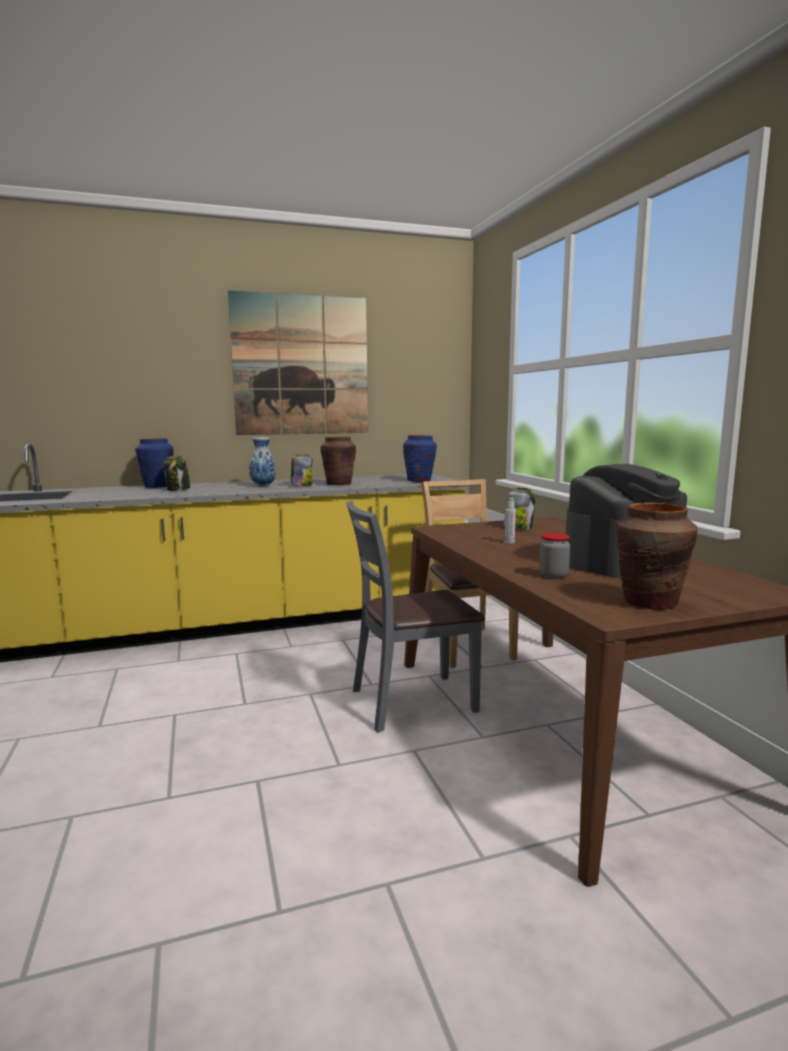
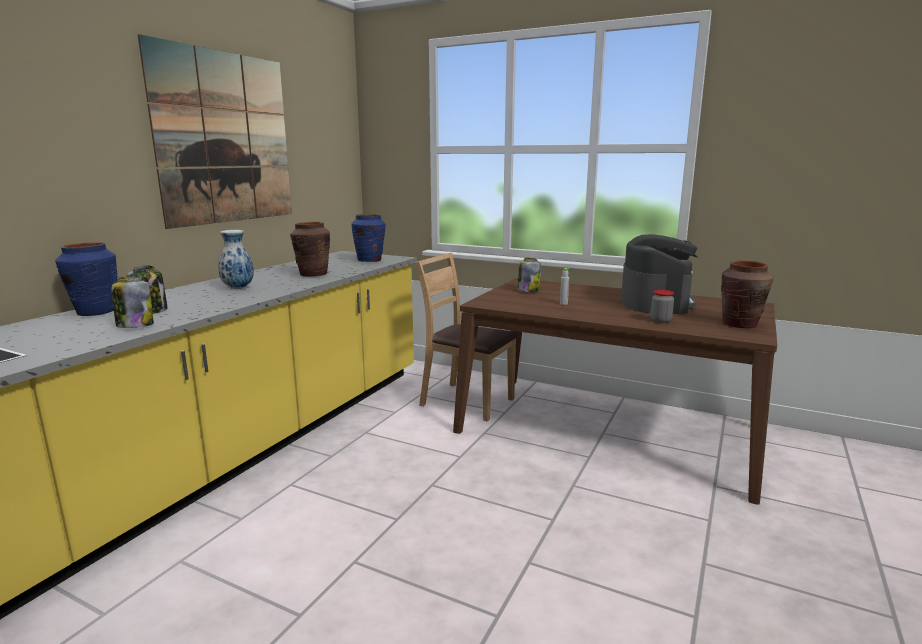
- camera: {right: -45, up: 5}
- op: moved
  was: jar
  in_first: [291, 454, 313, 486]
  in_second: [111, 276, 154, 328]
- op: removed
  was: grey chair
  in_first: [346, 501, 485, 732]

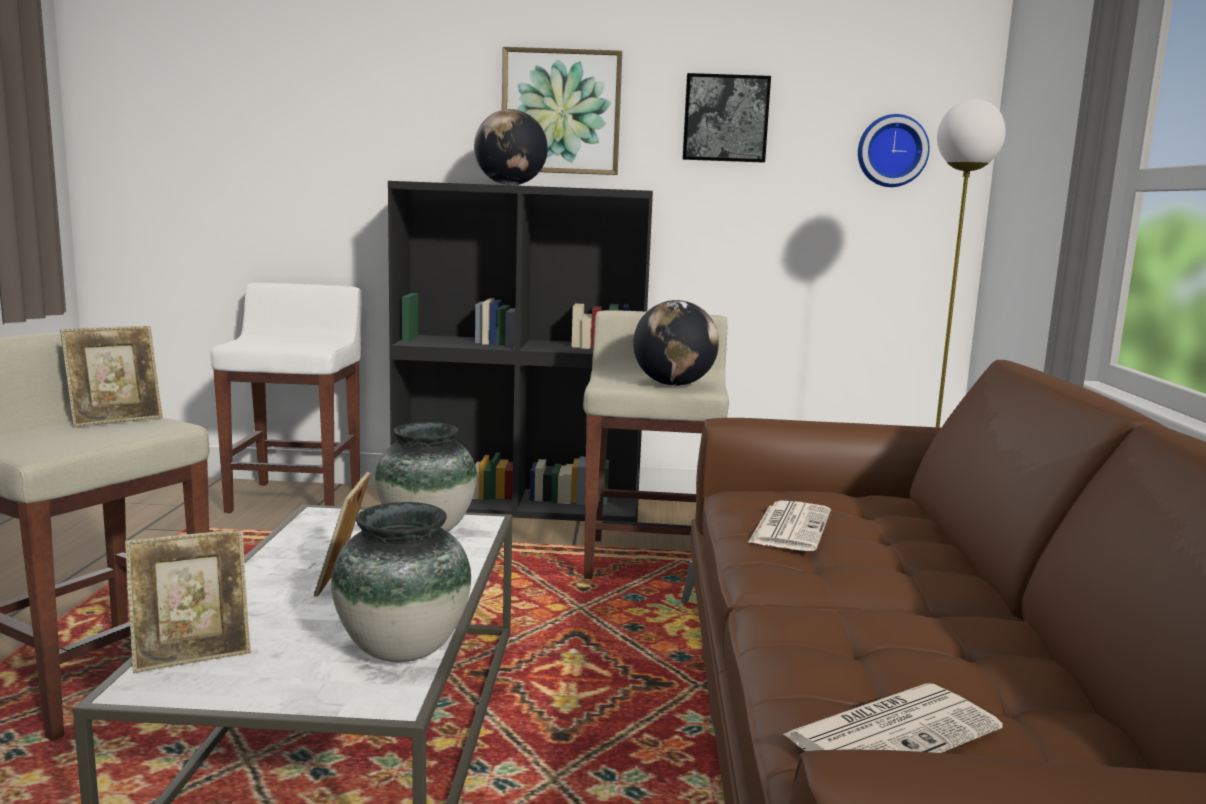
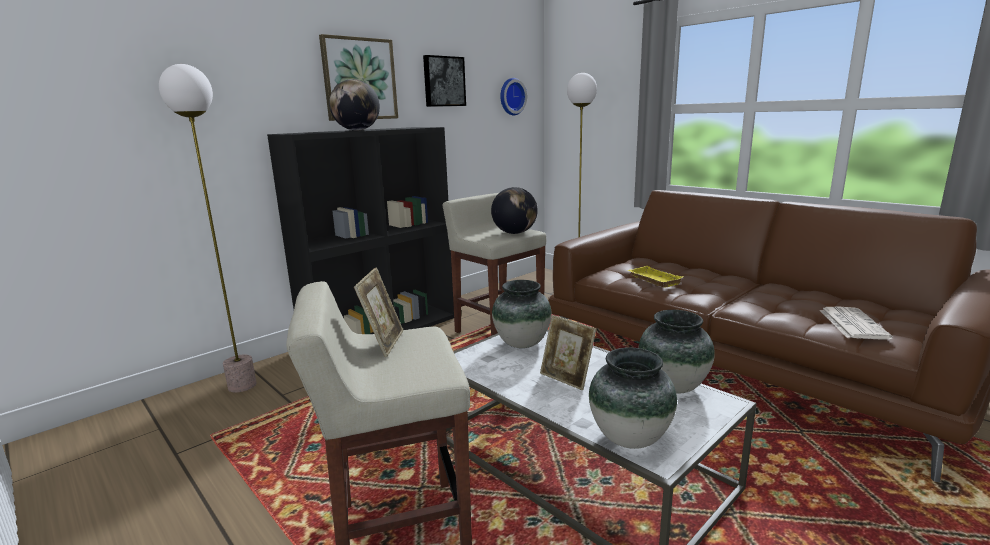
- camera: {right: -45, up: 5}
- op: replaced
  was: picture frame
  now: vase
  in_first: [125, 529, 251, 673]
  in_second: [589, 347, 677, 449]
- op: replaced
  was: white stool
  now: floor lamp
  in_first: [211, 283, 363, 513]
  in_second: [159, 64, 256, 392]
- op: replaced
  was: newspaper
  now: yellow tray
  in_first: [748, 500, 831, 551]
  in_second: [627, 266, 684, 288]

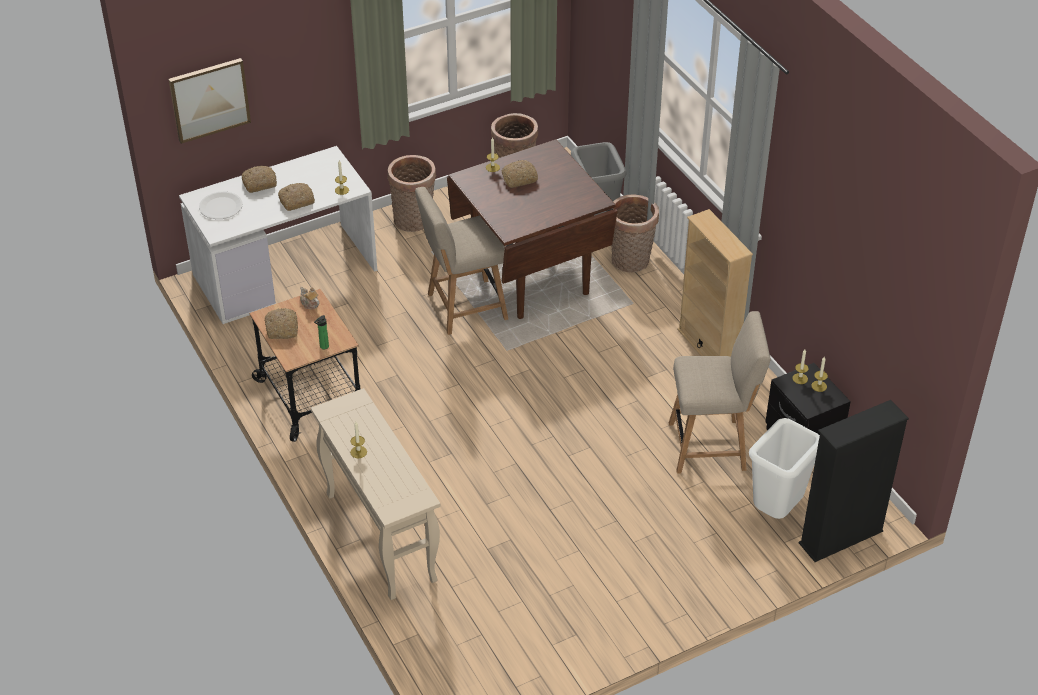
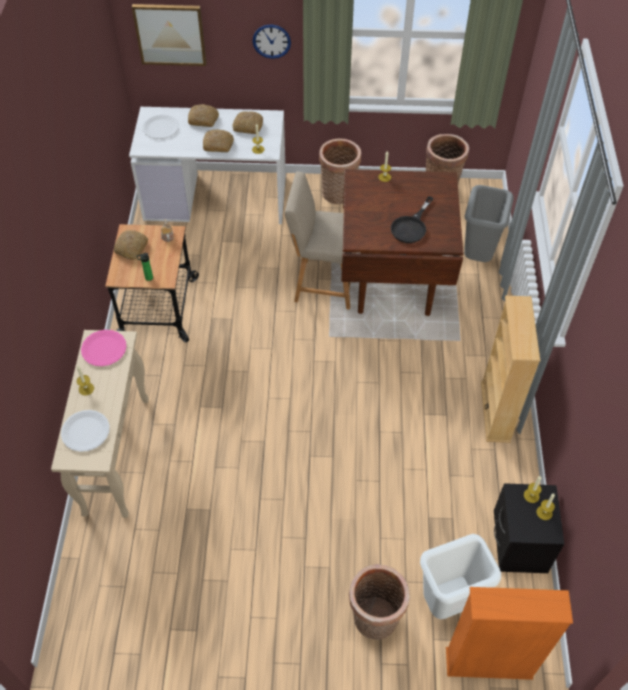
- camera: {right: 30, up: 10}
- op: moved
  was: bread
  in_first: [501, 160, 538, 188]
  in_second: [232, 111, 263, 134]
- op: moved
  was: basket
  in_first: [611, 194, 659, 272]
  in_second: [349, 564, 410, 640]
- op: removed
  was: beige chair
  in_first: [669, 311, 771, 474]
- op: recoloured
  was: black bookcase
  now: orange bookcase
  in_first: [799, 400, 909, 562]
  in_second: [446, 587, 573, 680]
- op: added
  now: white plate
  in_second: [61, 410, 110, 452]
- op: added
  now: pink plate
  in_second: [81, 330, 127, 366]
- op: added
  now: wall clock
  in_second: [253, 25, 291, 59]
- op: added
  now: black frying pan
  in_second: [391, 196, 434, 243]

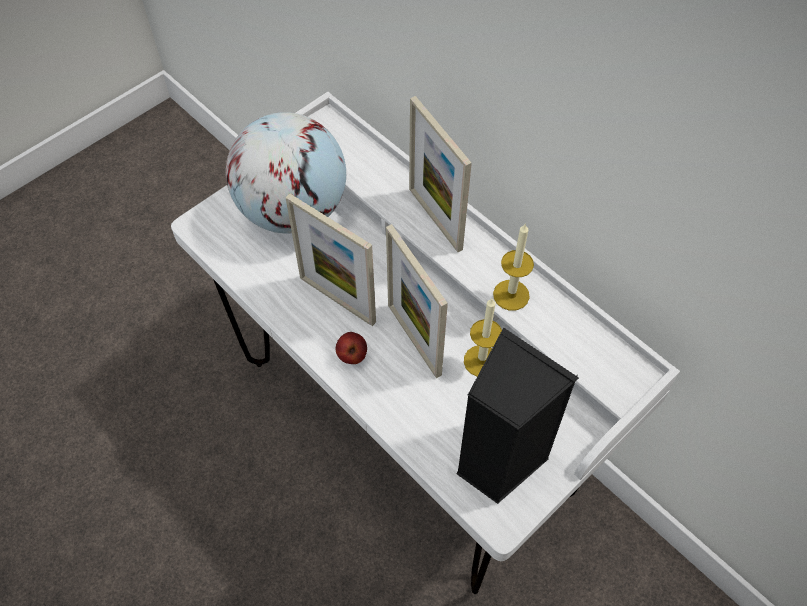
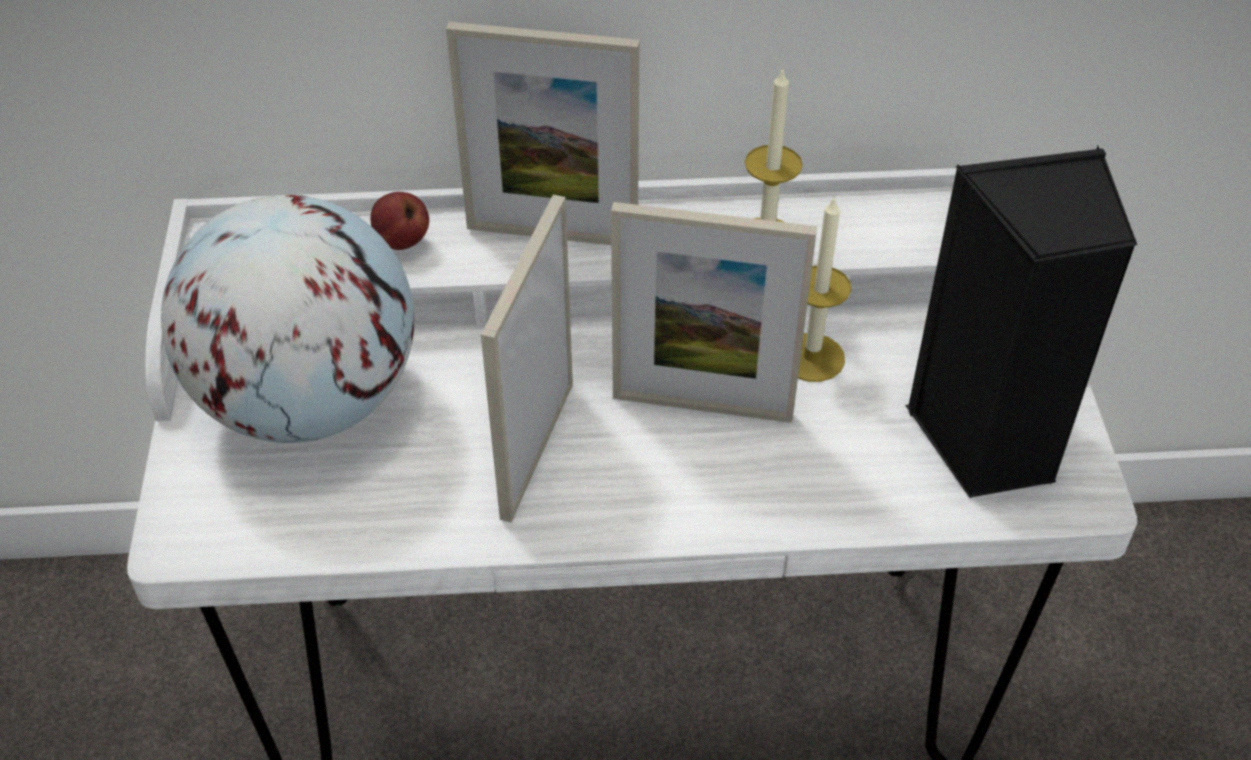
- camera: {right: -50, up: -10}
- op: turned
  was: picture frame
  in_first: [285, 194, 376, 326]
  in_second: [481, 195, 573, 523]
  clockwise: 120
- op: moved
  was: apple
  in_first: [335, 332, 367, 364]
  in_second: [371, 192, 429, 250]

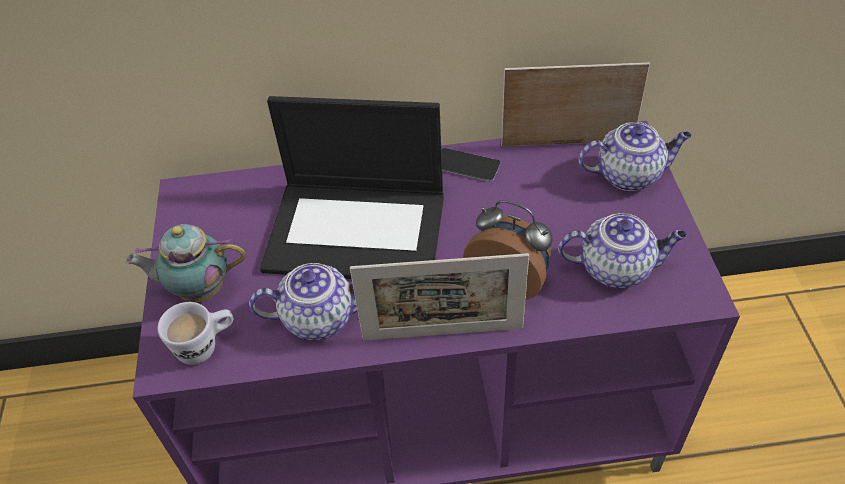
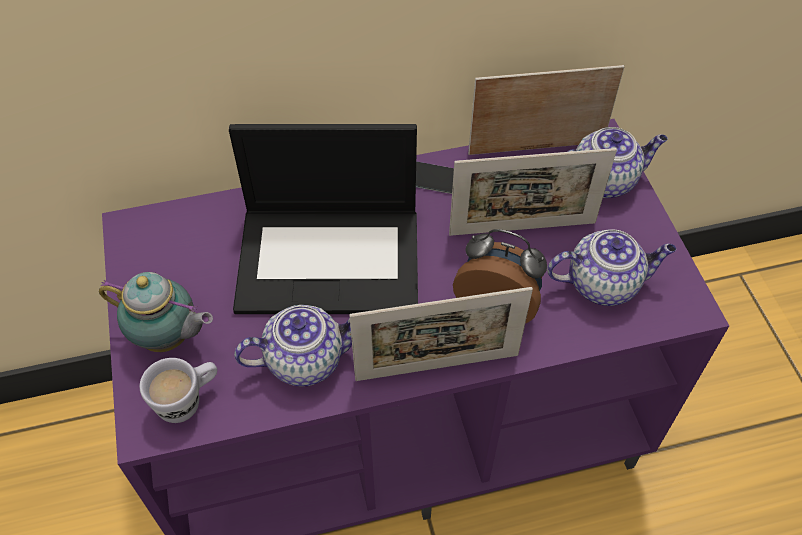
- camera: {right: -10, up: 5}
- op: turned
  was: teapot
  in_first: [126, 224, 246, 303]
  in_second: [99, 272, 213, 352]
  clockwise: -150
- op: added
  now: picture frame
  in_second: [449, 148, 617, 236]

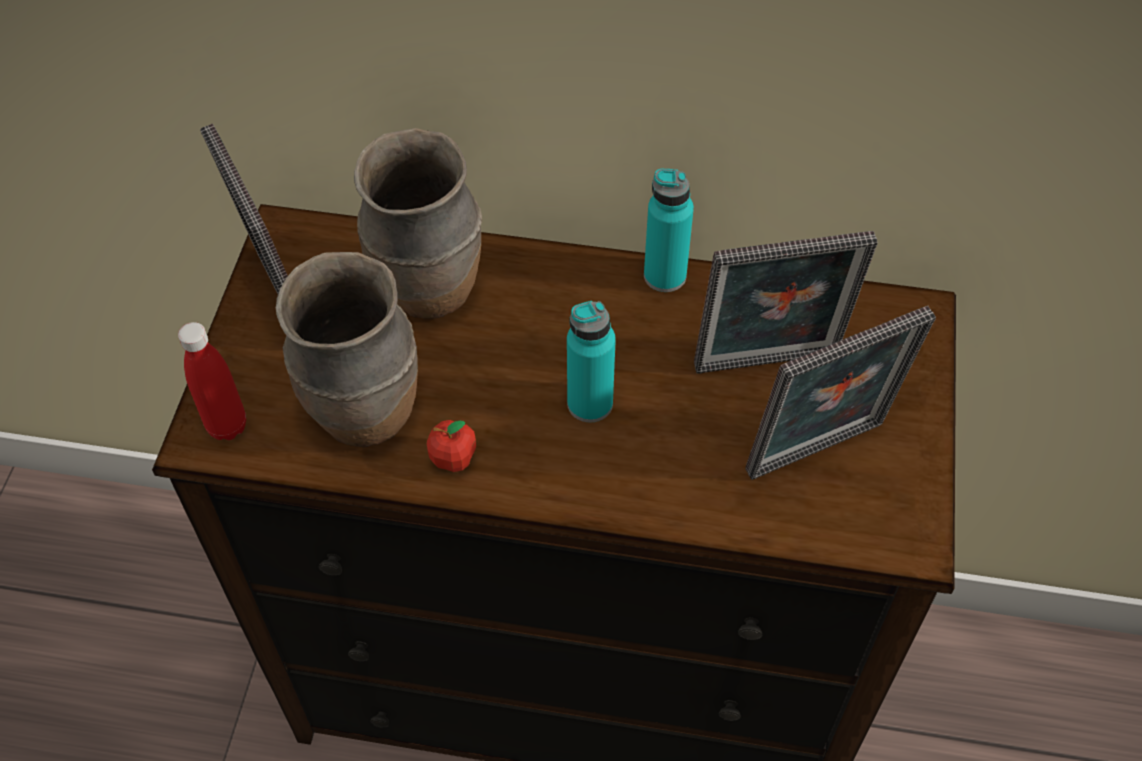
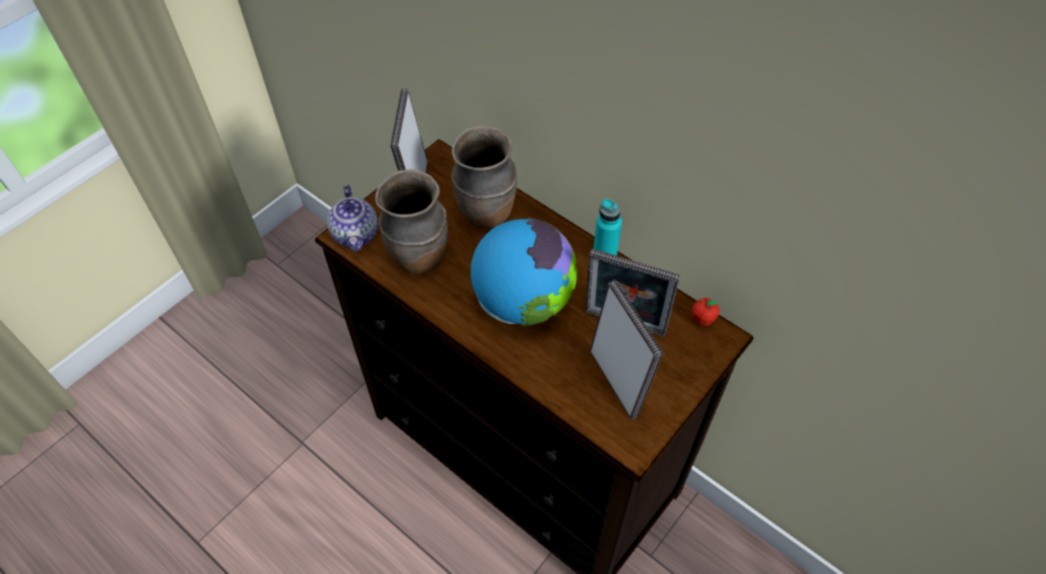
- camera: {right: 30, up: 0}
- op: replaced
  was: red bottle
  now: teapot
  in_first: [178, 322, 246, 440]
  in_second: [327, 184, 378, 252]
- op: moved
  was: apple
  in_first: [426, 420, 476, 472]
  in_second: [692, 298, 720, 326]
- op: replaced
  was: turquoise bottle
  now: globe
  in_first: [567, 301, 616, 423]
  in_second: [471, 218, 577, 326]
- op: turned
  was: picture frame
  in_first: [745, 306, 936, 480]
  in_second: [590, 280, 664, 420]
  clockwise: -120

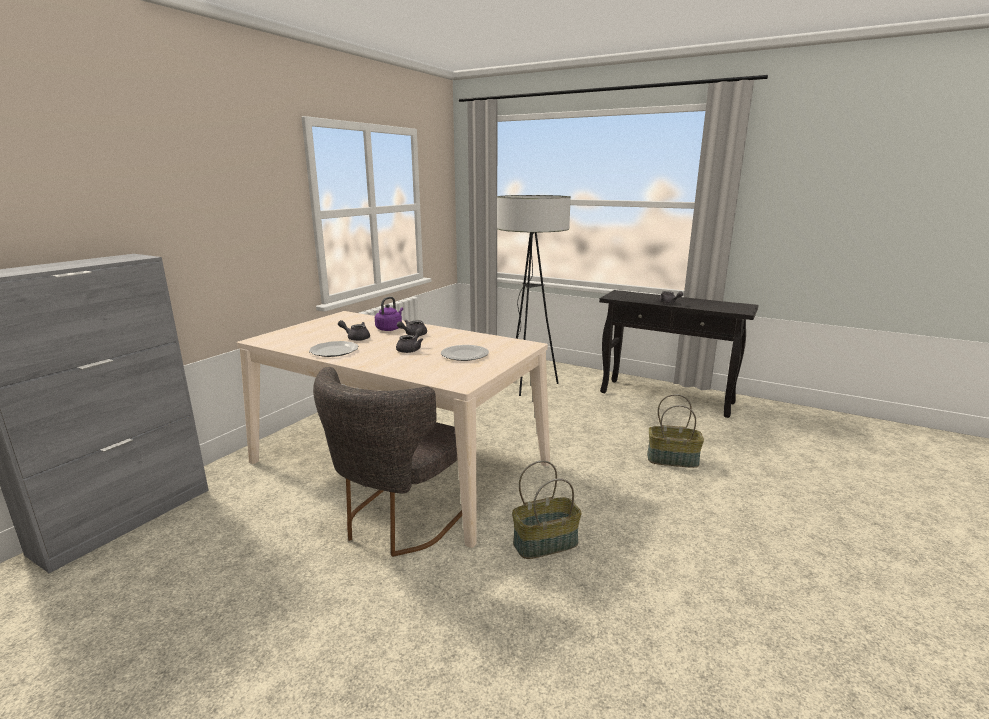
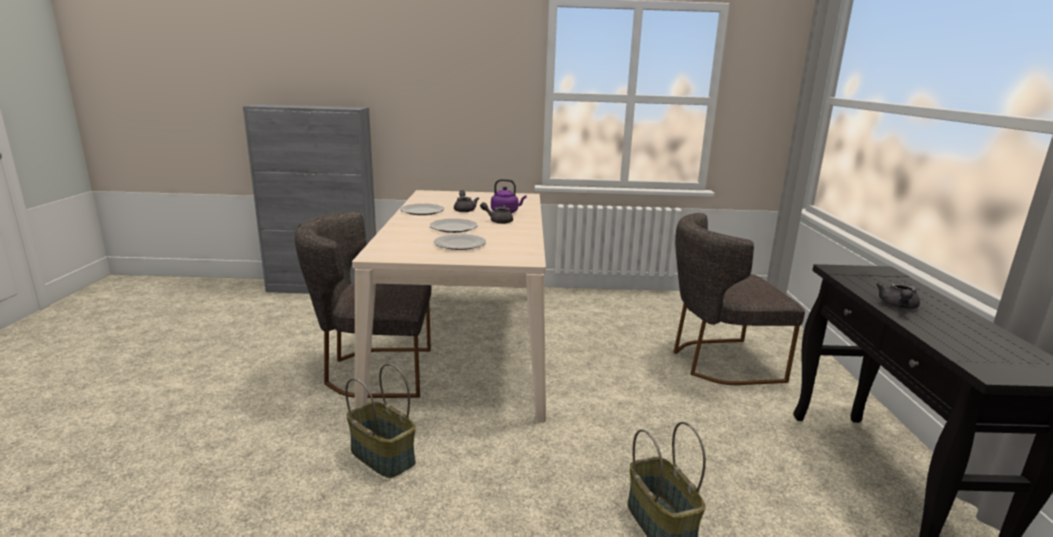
- camera: {right: 60, up: 0}
- op: replaced
  was: grey teapot
  now: plate
  in_first: [396, 328, 423, 353]
  in_second: [430, 219, 478, 233]
- op: replaced
  was: floor lamp
  now: grey chair
  in_first: [497, 195, 571, 396]
  in_second: [673, 213, 805, 385]

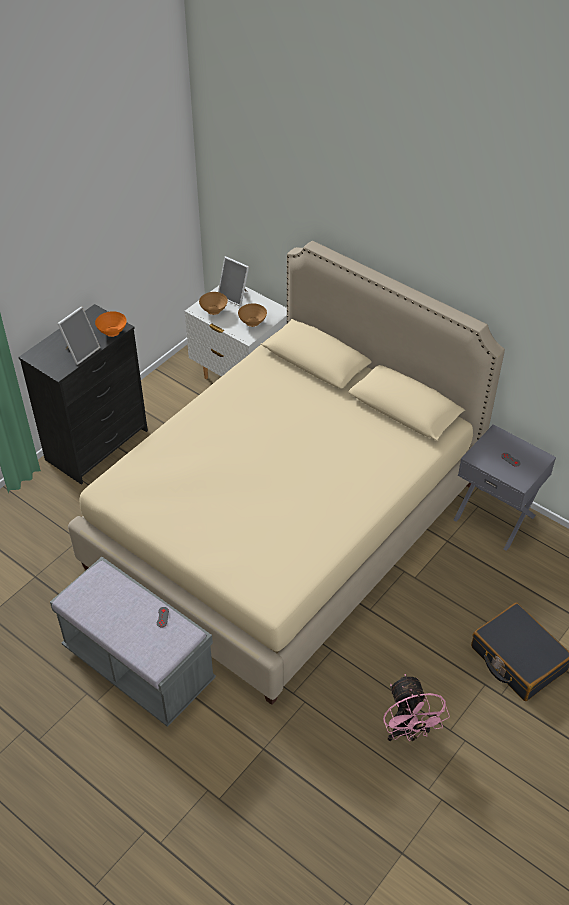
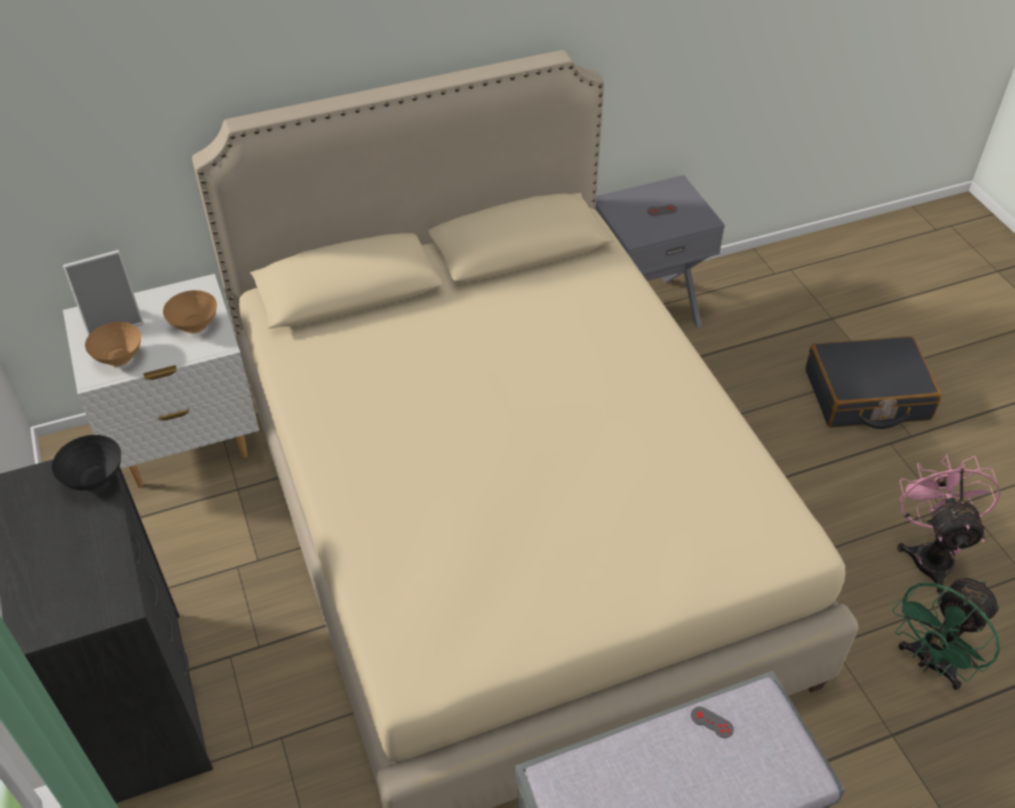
- camera: {right: -60, up: 0}
- op: removed
  was: picture frame
  in_first: [57, 306, 100, 365]
- op: recoloured
  was: orange bowl
  now: black bowl
  in_first: [95, 311, 127, 337]
  in_second: [52, 435, 121, 491]
- op: turned
  was: pink fan
  in_first: [383, 674, 450, 741]
  in_second: [897, 454, 1000, 594]
  clockwise: -105
- op: added
  now: green fan
  in_second: [892, 578, 1000, 690]

